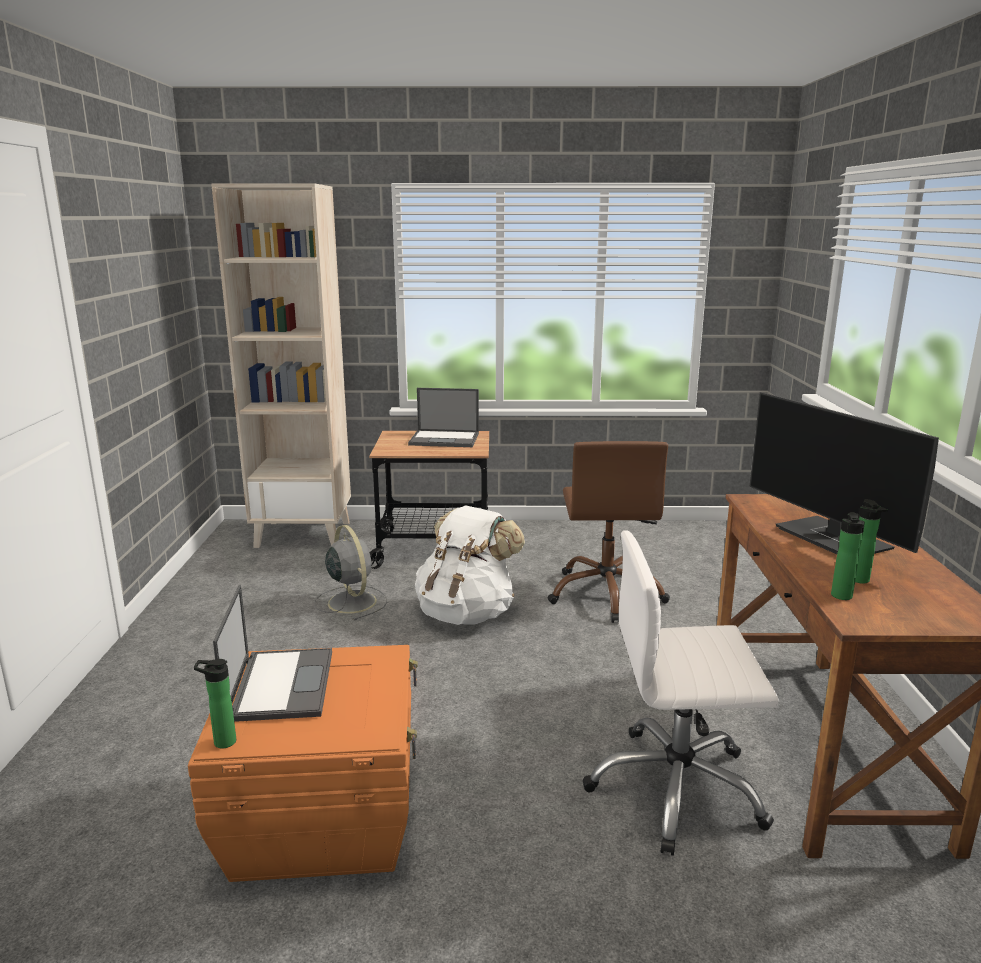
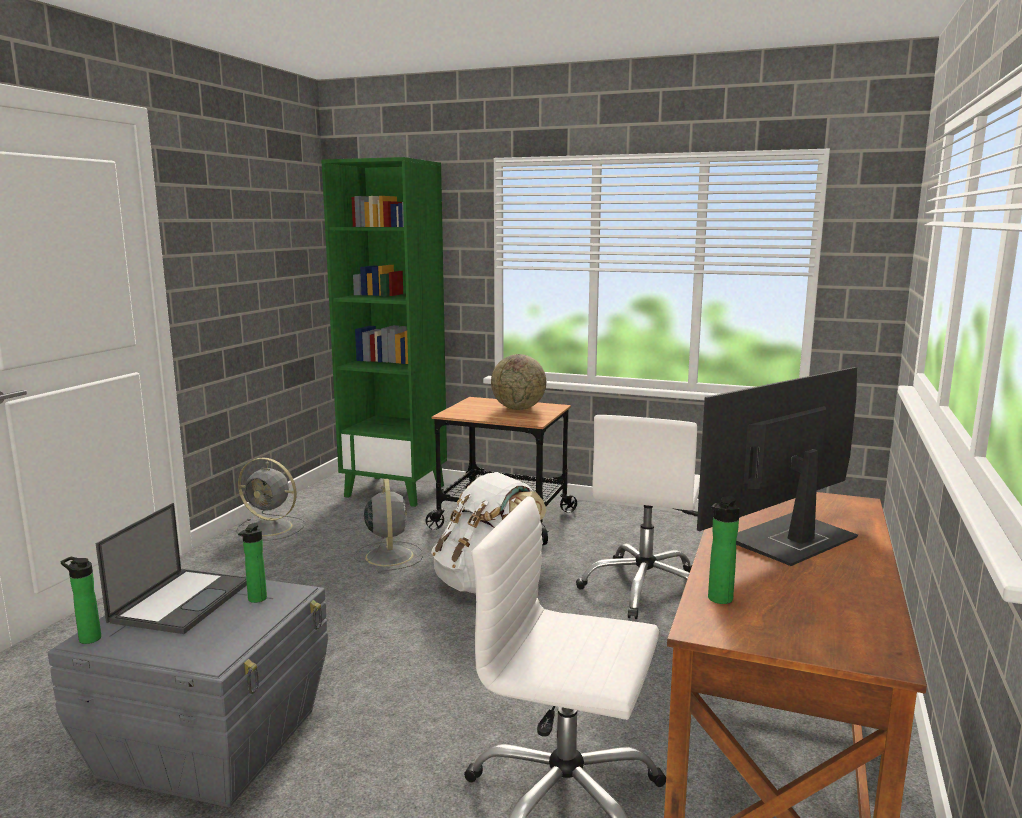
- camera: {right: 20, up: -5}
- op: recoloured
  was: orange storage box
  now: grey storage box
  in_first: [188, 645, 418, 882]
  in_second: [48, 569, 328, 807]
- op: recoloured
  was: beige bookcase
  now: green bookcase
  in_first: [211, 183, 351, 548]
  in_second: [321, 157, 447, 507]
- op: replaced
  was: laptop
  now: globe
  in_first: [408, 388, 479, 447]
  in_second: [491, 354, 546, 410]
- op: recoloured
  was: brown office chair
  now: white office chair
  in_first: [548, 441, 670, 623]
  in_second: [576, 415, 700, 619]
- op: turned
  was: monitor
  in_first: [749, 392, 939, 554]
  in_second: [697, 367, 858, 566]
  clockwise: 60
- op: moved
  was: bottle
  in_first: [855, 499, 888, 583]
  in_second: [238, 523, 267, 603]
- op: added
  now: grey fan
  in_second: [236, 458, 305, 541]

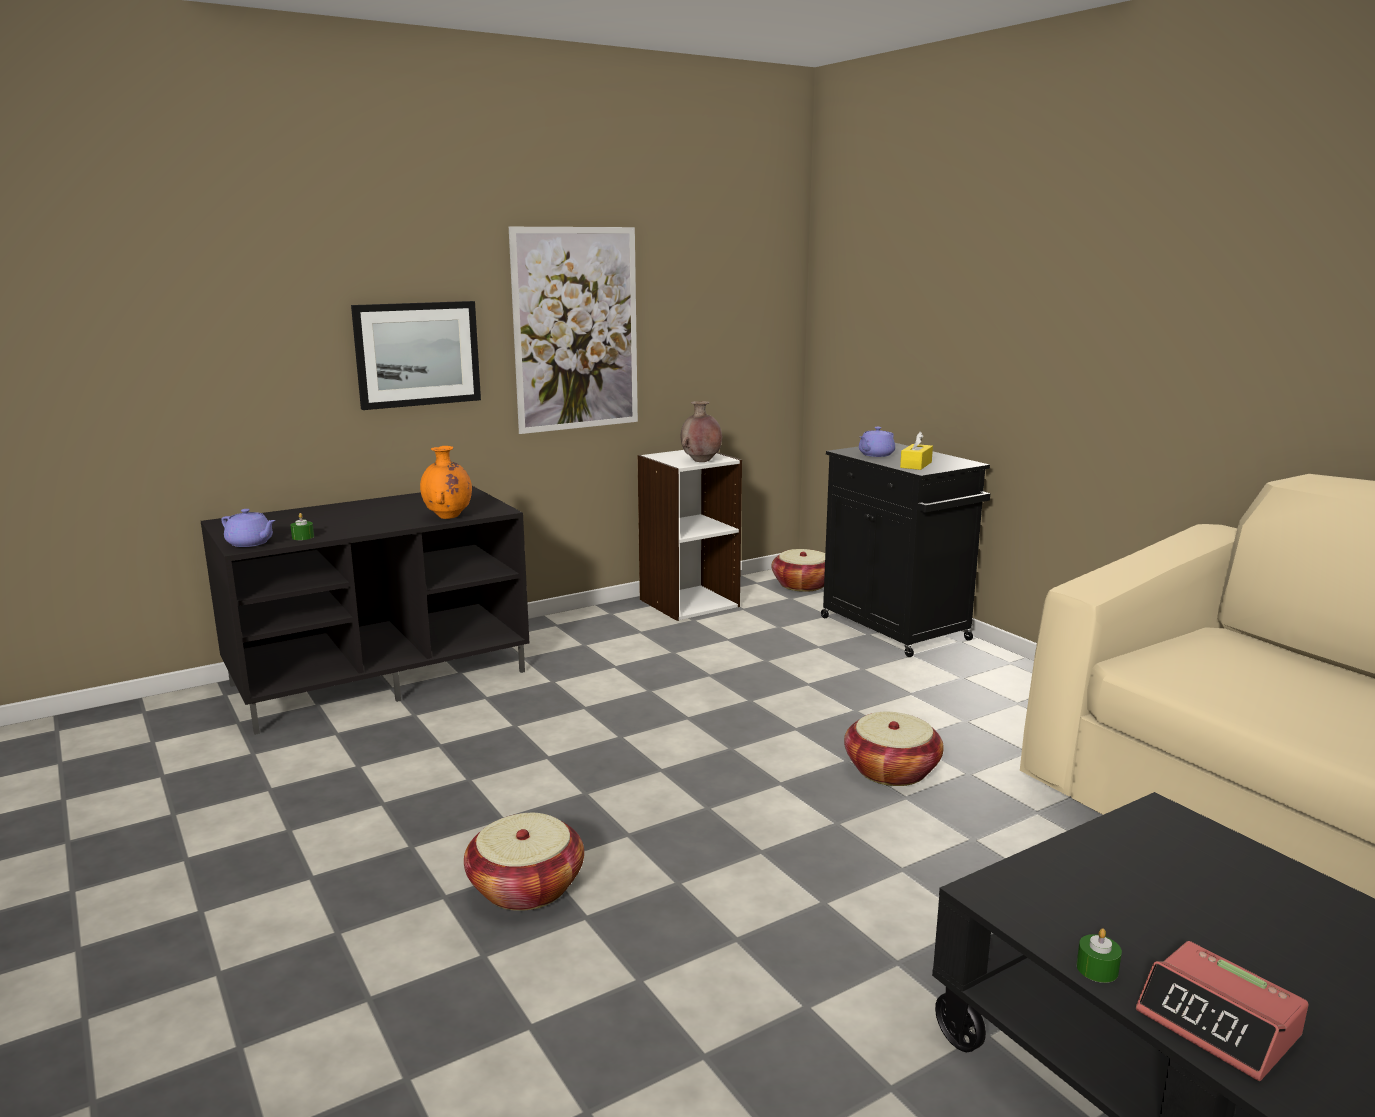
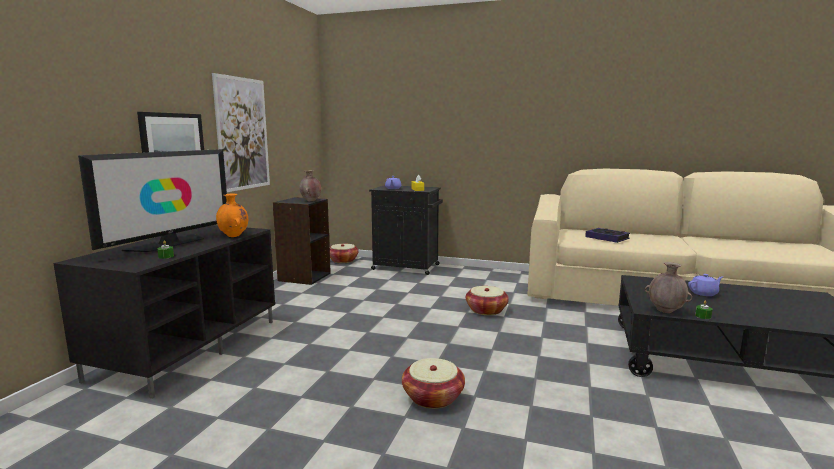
- camera: {right: -40, up: -5}
- op: moved
  was: purple teapot
  in_first: [221, 509, 276, 547]
  in_second: [688, 274, 723, 296]
- op: recoloured
  was: white bookcase
  now: black bookcase
  in_first: [637, 450, 742, 621]
  in_second: [273, 197, 331, 285]
- op: removed
  was: alarm clock
  in_first: [1136, 941, 1309, 1081]
- op: added
  now: television
  in_second: [78, 149, 227, 252]
- op: added
  now: book
  in_second: [585, 228, 630, 243]
- op: added
  now: brown vase
  in_second: [645, 262, 692, 313]

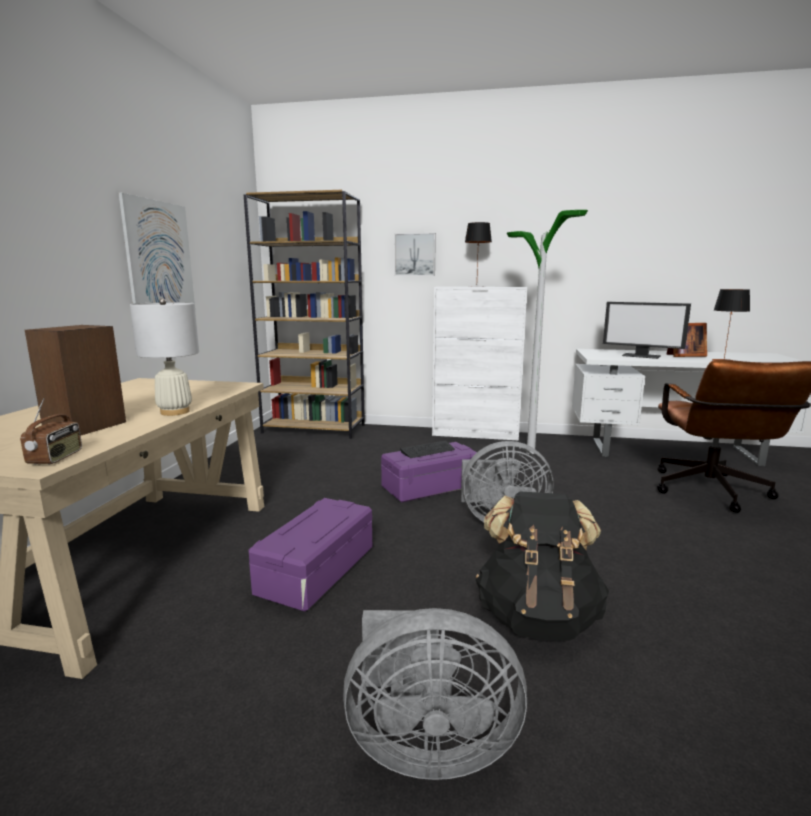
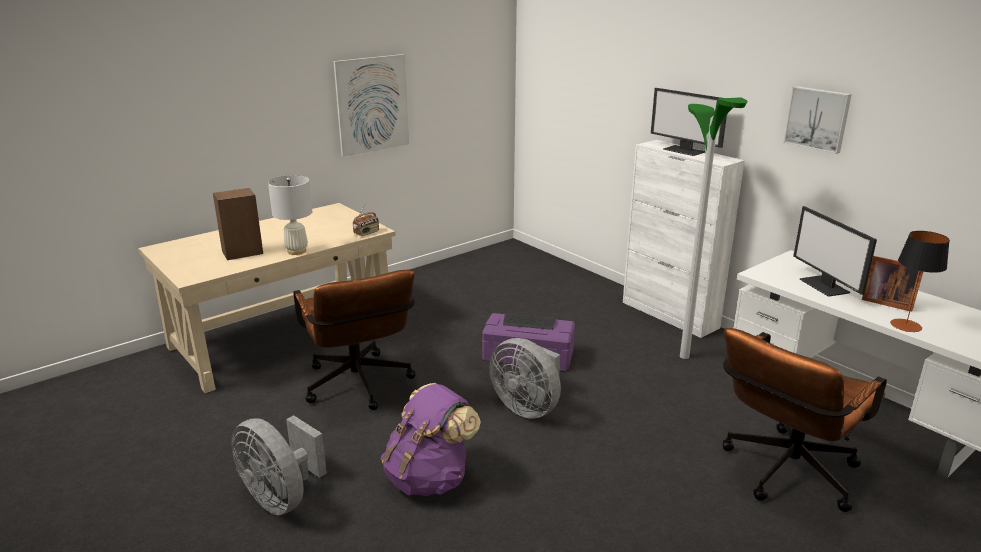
- camera: {right: 40, up: 10}
- op: moved
  was: radio
  in_first: [20, 398, 82, 465]
  in_second: [353, 204, 379, 236]
- op: removed
  was: brown bookcase
  in_first: [244, 190, 365, 439]
- op: replaced
  was: purple storage box
  now: brown office chair
  in_first: [248, 498, 372, 612]
  in_second: [293, 270, 416, 410]
- op: moved
  was: picture
  in_first: [394, 233, 436, 276]
  in_second: [783, 86, 852, 154]
- op: replaced
  was: table lamp
  now: monitor
  in_first: [465, 222, 492, 287]
  in_second: [651, 88, 727, 156]
- op: recoloured
  was: black backpack
  now: purple backpack
  in_first: [476, 492, 609, 641]
  in_second: [381, 383, 481, 496]

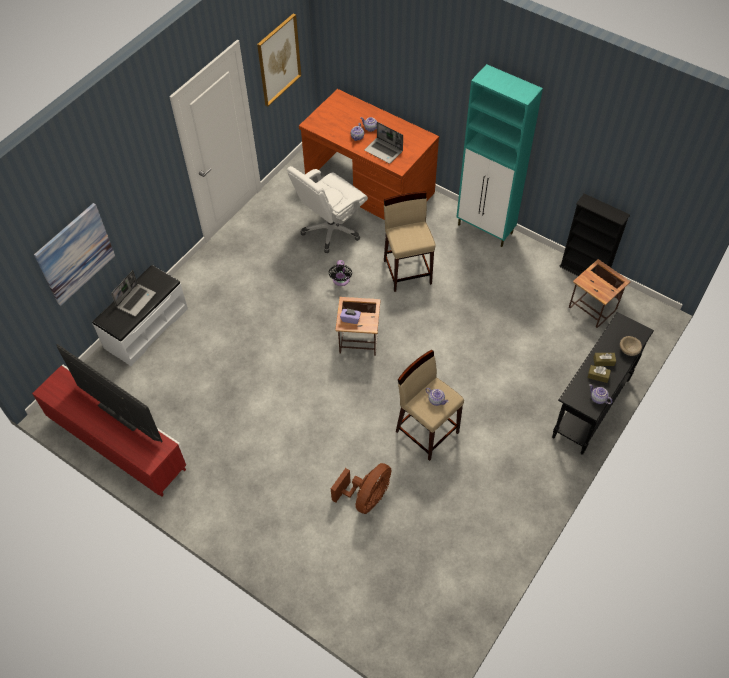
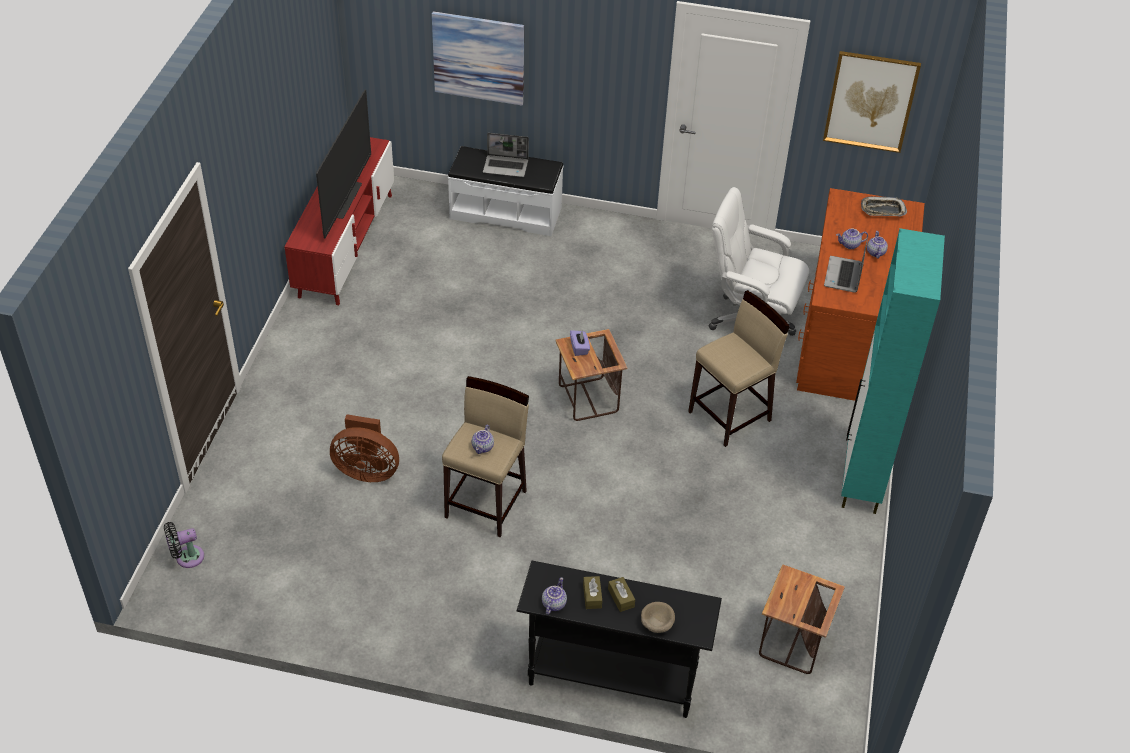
- camera: {right: 65, up: -10}
- op: moved
  was: black fan
  in_first: [329, 260, 352, 286]
  in_second: [164, 522, 204, 568]
- op: removed
  was: black bookcase
  in_first: [559, 194, 630, 276]
- op: added
  now: tray
  in_second: [861, 197, 907, 217]

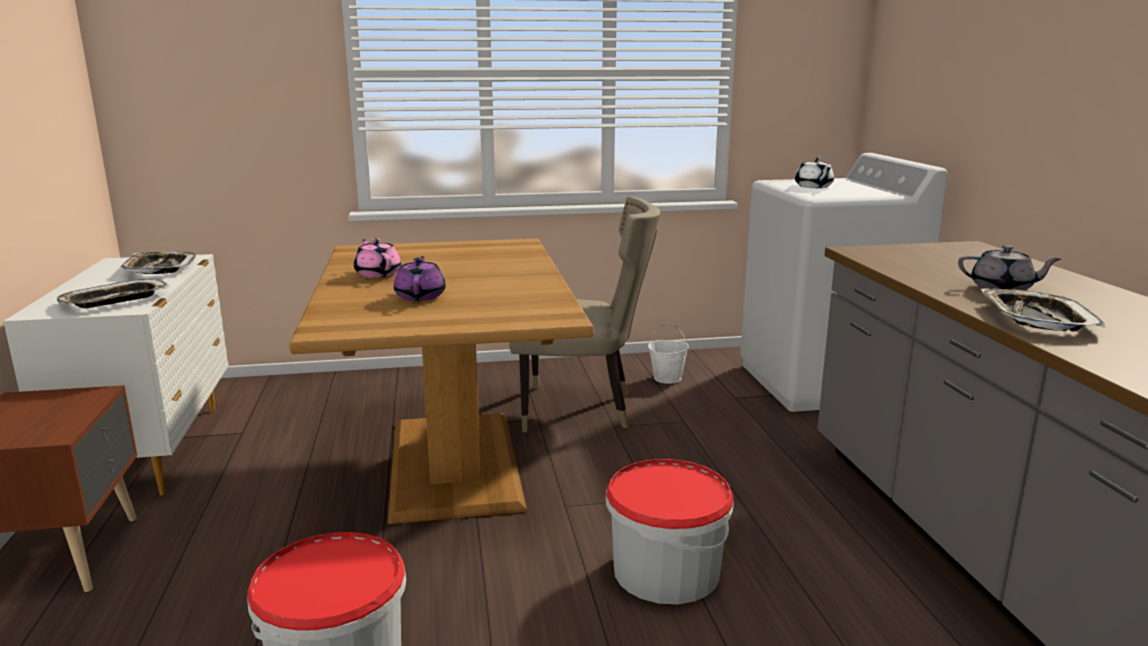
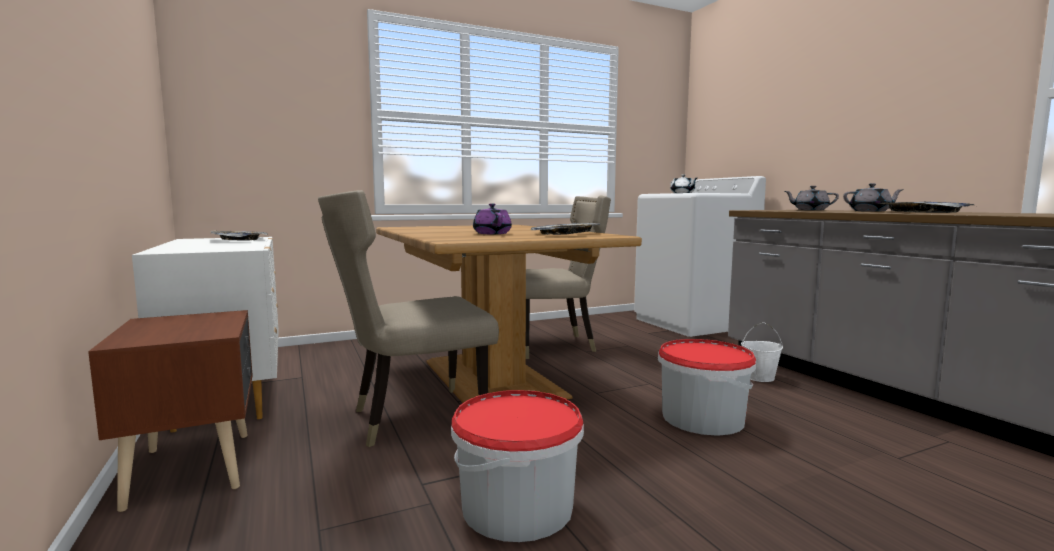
- camera: {right: -15, up: -10}
- op: moved
  was: tray
  in_first: [57, 279, 170, 308]
  in_second: [531, 223, 601, 235]
- op: removed
  was: pink teapot
  in_first: [354, 238, 401, 278]
- op: moved
  was: white bucket
  in_first: [648, 323, 689, 384]
  in_second: [741, 322, 783, 382]
- op: added
  now: beige chair
  in_second: [318, 190, 499, 447]
- op: added
  now: grey teapot
  in_second: [784, 186, 839, 210]

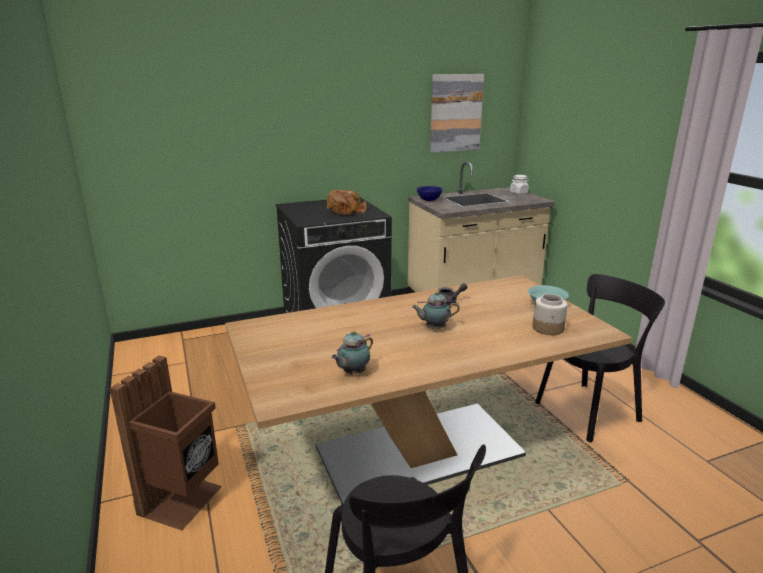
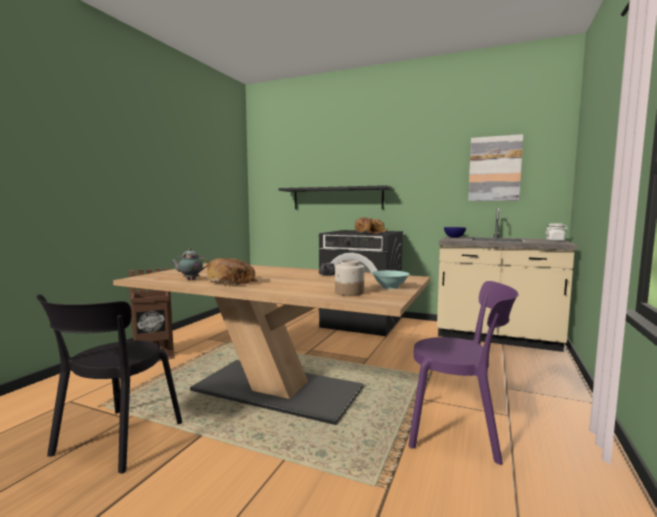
- camera: {right: 45, up: -15}
- op: removed
  was: teapot
  in_first: [412, 291, 460, 329]
- op: recoloured
  was: black chair
  now: purple chair
  in_first: [535, 274, 665, 442]
  in_second: [408, 281, 519, 465]
- op: added
  now: bread
  in_second: [207, 258, 258, 285]
- op: added
  now: black shelf
  in_second: [278, 185, 392, 209]

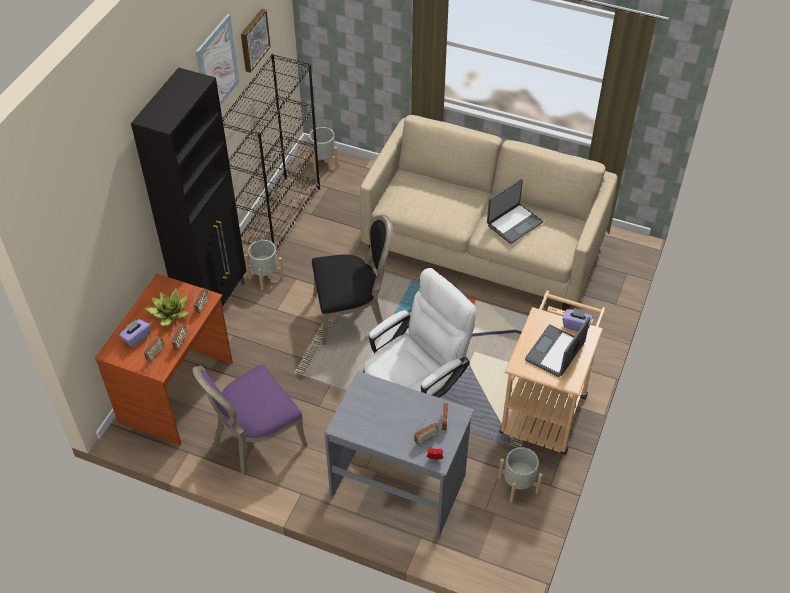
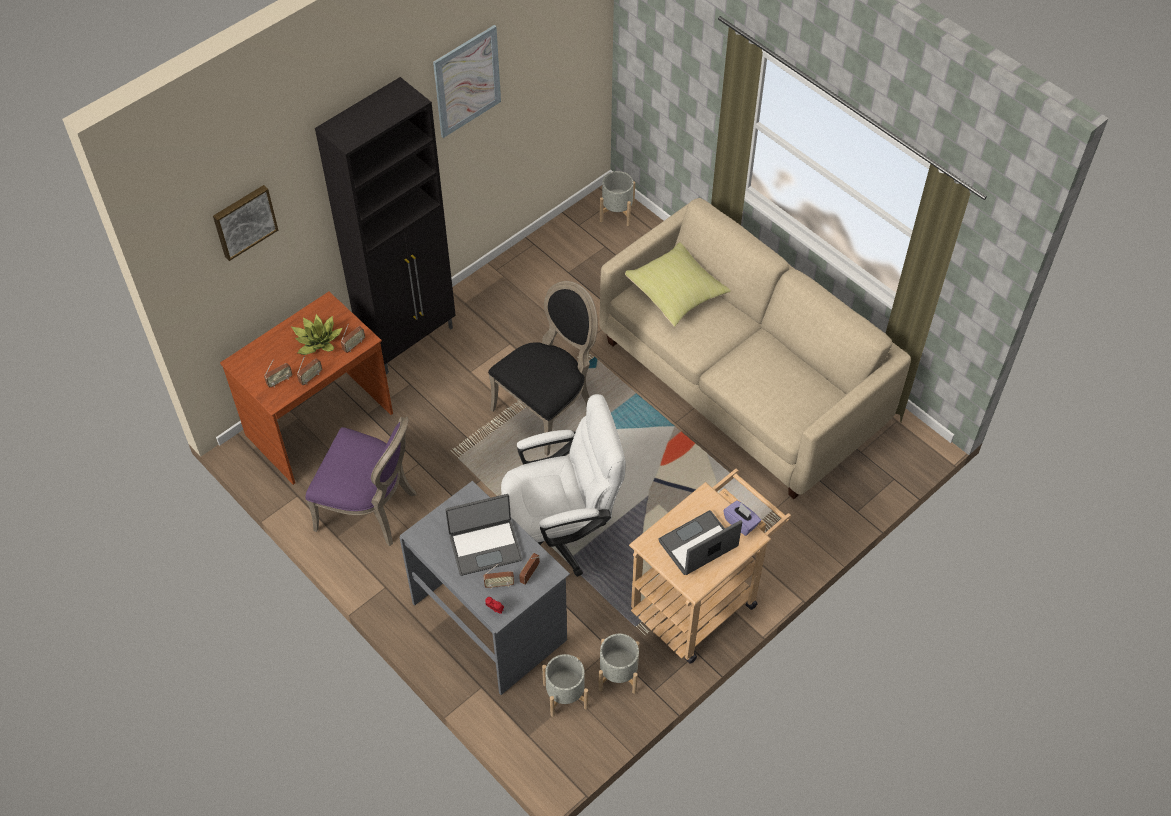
- camera: {right: 25, up: 5}
- op: removed
  was: purple tissue box
  in_first: [119, 319, 150, 347]
- op: turned
  was: purple chair
  in_first: [193, 364, 308, 475]
  in_second: [305, 417, 416, 546]
  clockwise: -150
- op: removed
  was: black bookcase
  in_first: [222, 54, 320, 250]
- op: moved
  was: picture
  in_first: [241, 9, 271, 73]
  in_second: [213, 185, 278, 261]
- op: moved
  was: grey planter
  in_first: [244, 240, 284, 290]
  in_second: [542, 654, 588, 717]
- op: turned
  was: black chair
  in_first: [312, 214, 393, 345]
  in_second: [488, 281, 598, 456]
  clockwise: -60
- op: moved
  was: laptop
  in_first: [487, 179, 543, 244]
  in_second: [446, 494, 522, 576]
- op: added
  now: yellow pillow
  in_second: [625, 242, 731, 327]

